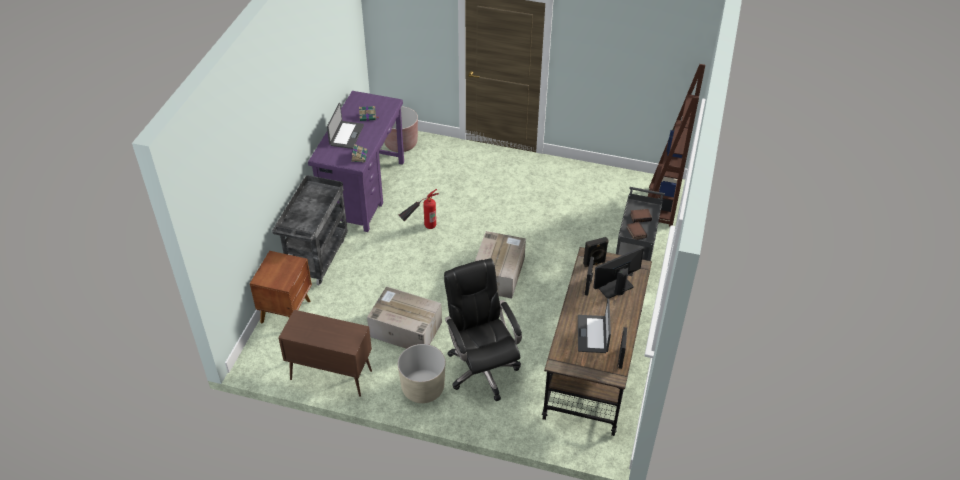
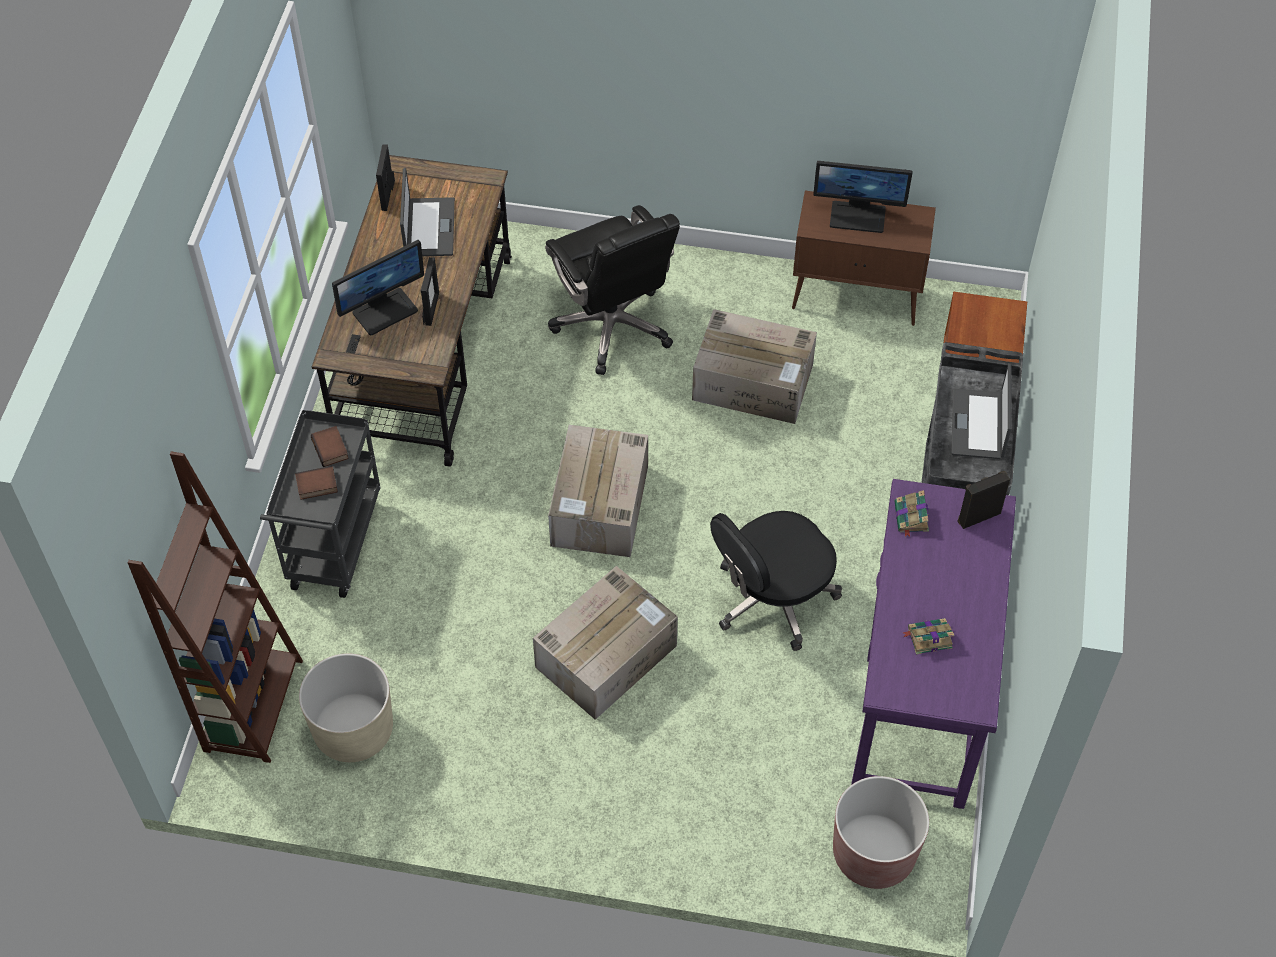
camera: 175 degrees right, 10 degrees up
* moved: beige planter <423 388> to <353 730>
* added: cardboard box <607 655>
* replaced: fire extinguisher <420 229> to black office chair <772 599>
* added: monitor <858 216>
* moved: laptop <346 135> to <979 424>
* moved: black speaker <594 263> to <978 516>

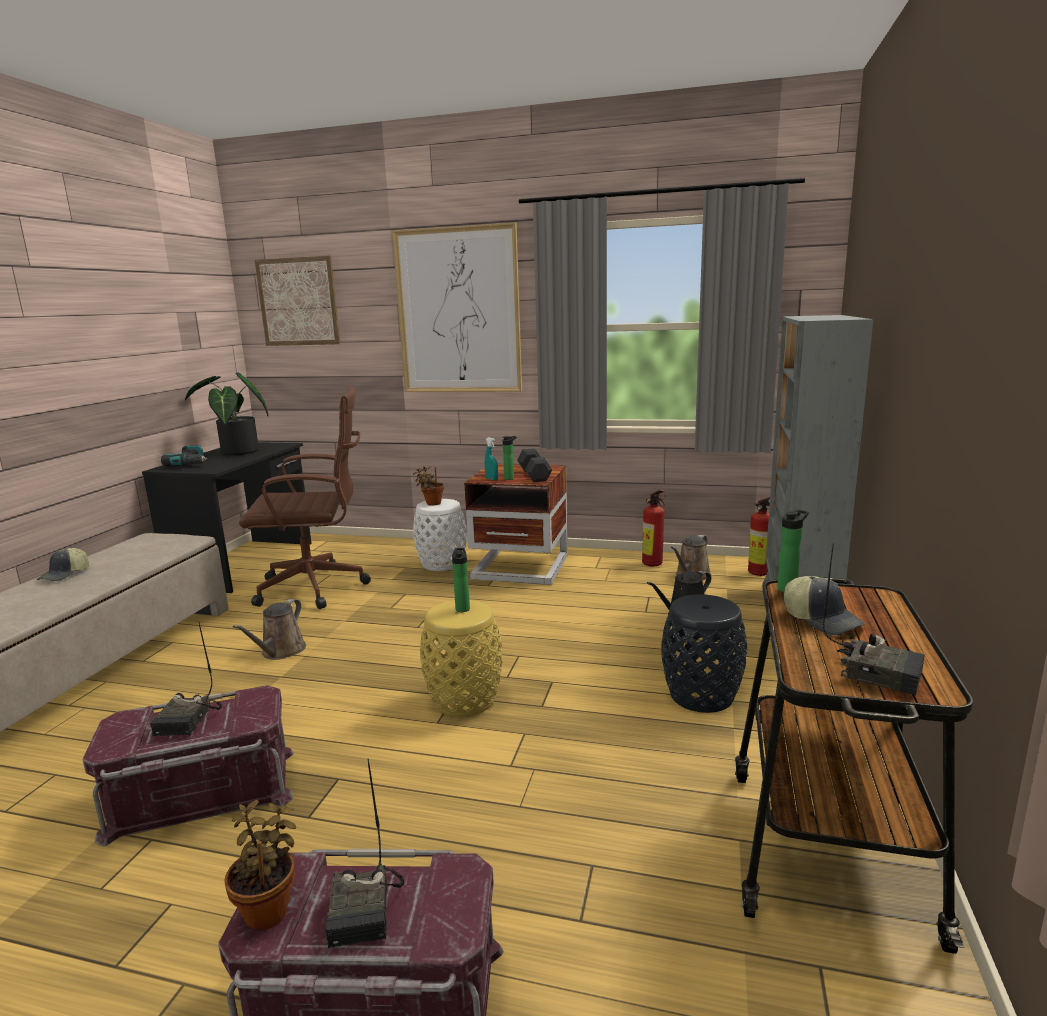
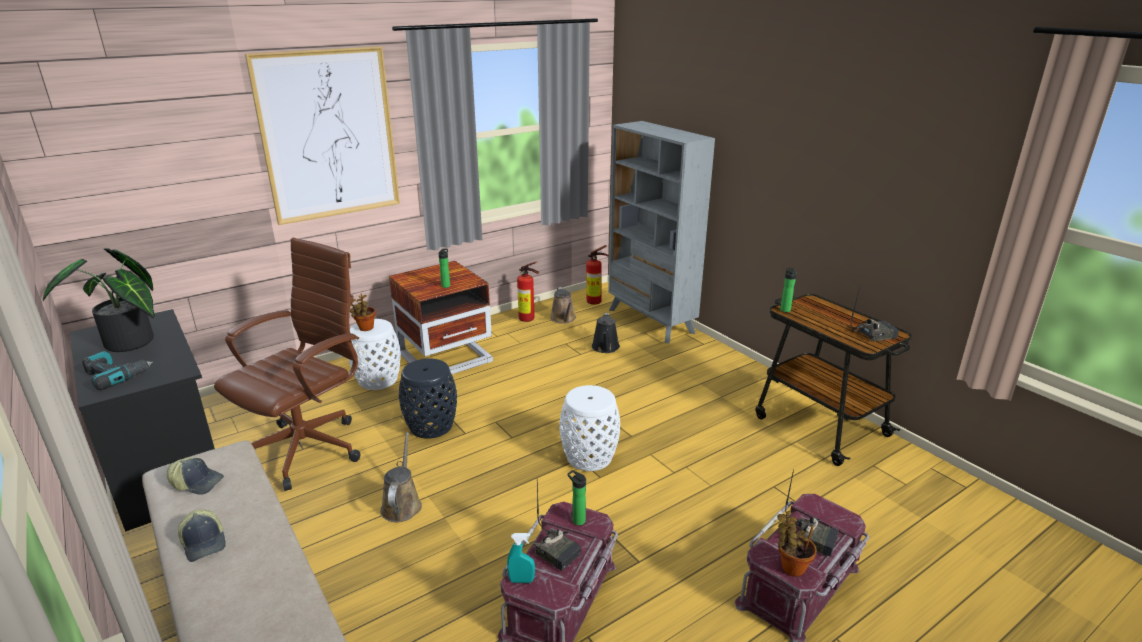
camera: 50 degrees left, 10 degrees up
* moved: cap <822 619> to <197 482>
* turned: brown watering can <280 652> = <402 505> 150 degrees counterclockwise
* moved: black stool <701 696> to <431 426>
* moved: turquoise spray bottle <491 479> to <521 580>
* recoloured: yellow stool <464 700> to white stool <589 457>
* moved: bottle <462 608> to <577 520>
* removed: picture <298 300>
* removed: black dumbbell <534 475>

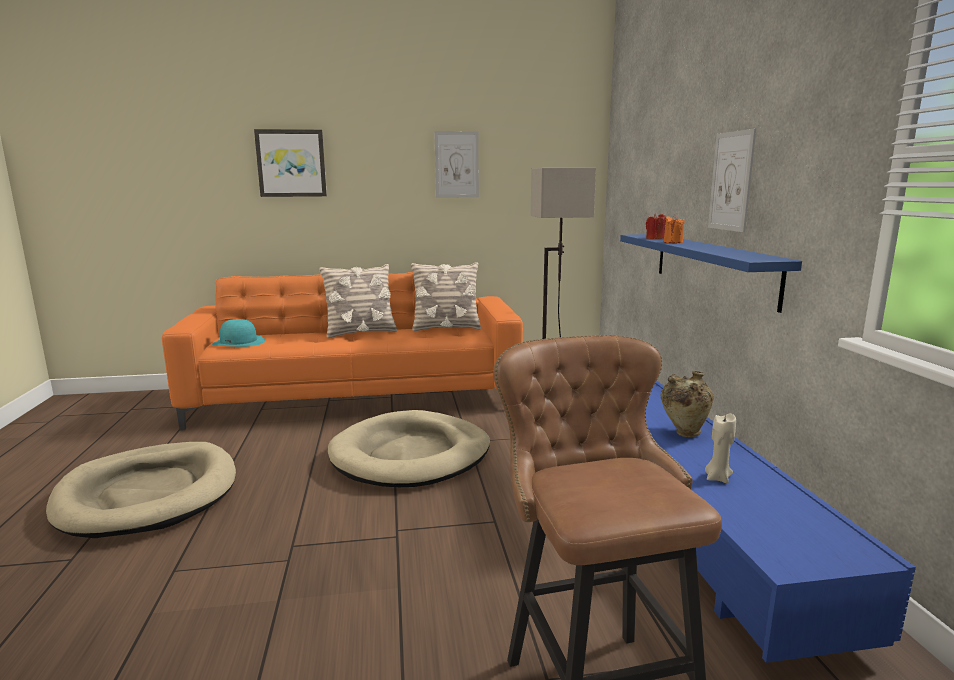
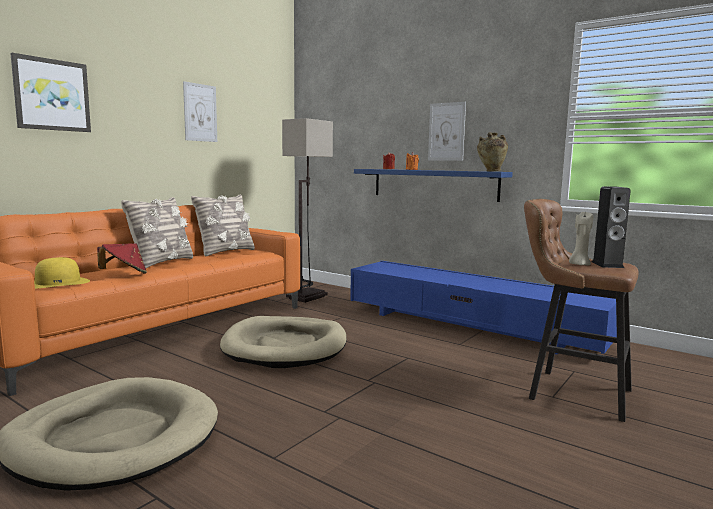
camera: 45 degrees left, 5 degrees down
* recoloured: turquoise hat <239 342> to yellow hat <58 283>
* added: red hat <125 274>
* moved: beige vase <683 433> to <491 171>
* moved: beige candle <717 478> to <579 264>
* added: speaker <607 264>

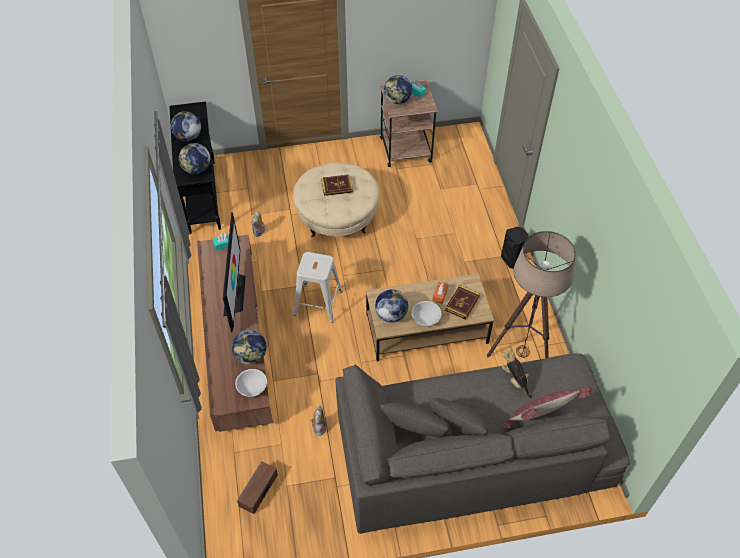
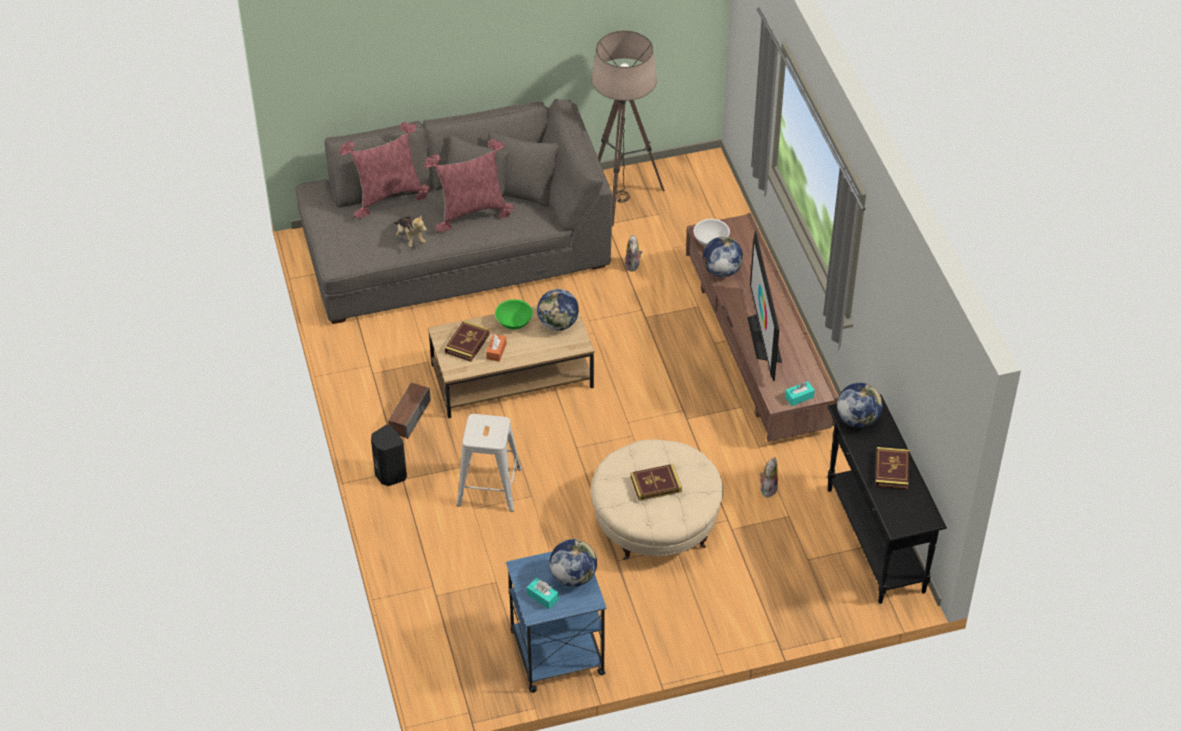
camera: 175 degrees right, 5 degrees down
* moved: speaker <259 490> to <409 416>
* added: red pillow <471 216>
* moved: white stool <318 303> to <489 487>
* recoloured: white bowl <426 319> to green bowl <513 322>
* recoloured: brown cart <406 149> to blue cart <556 653>
* moved: floor lamp <521 351> to <623 197>
* replaced: globe <188 137> to book <891 470>

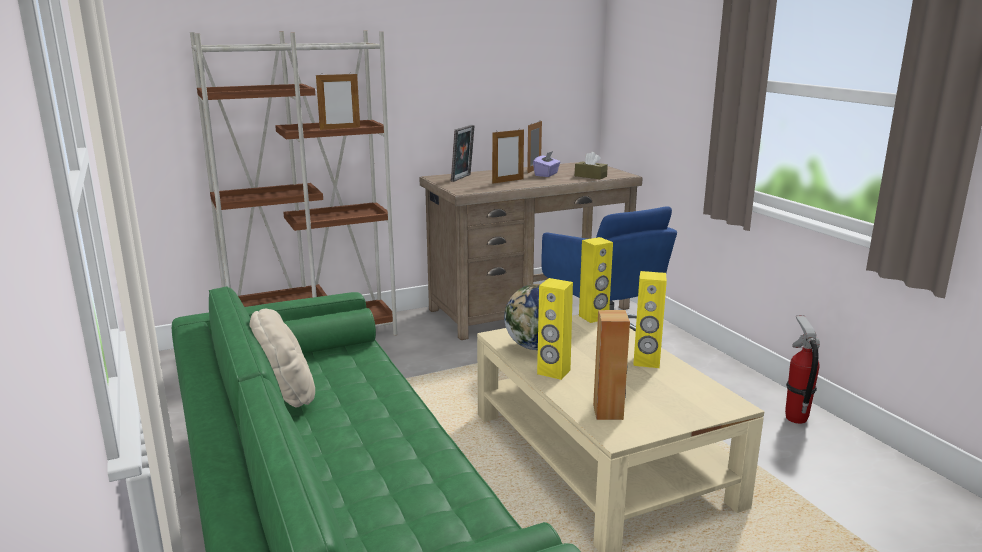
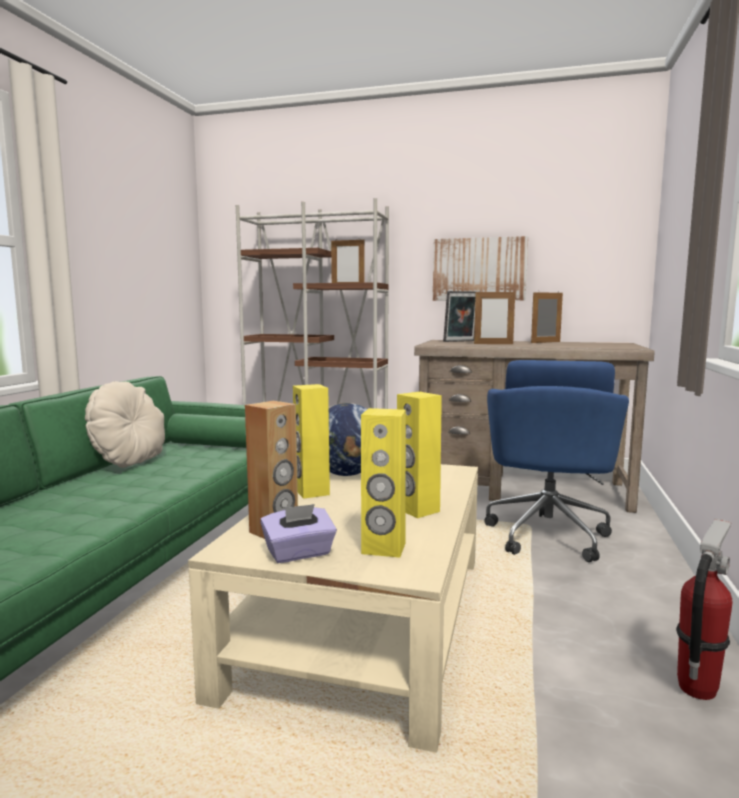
camera: 40 degrees right, 10 degrees down
* moved: purple tissue box <546 174> to <299 553>
* moved: yellow speaker <594 317> to <383 548>
* added: picture <479 269>
* removed: brown tissue box <590 176>

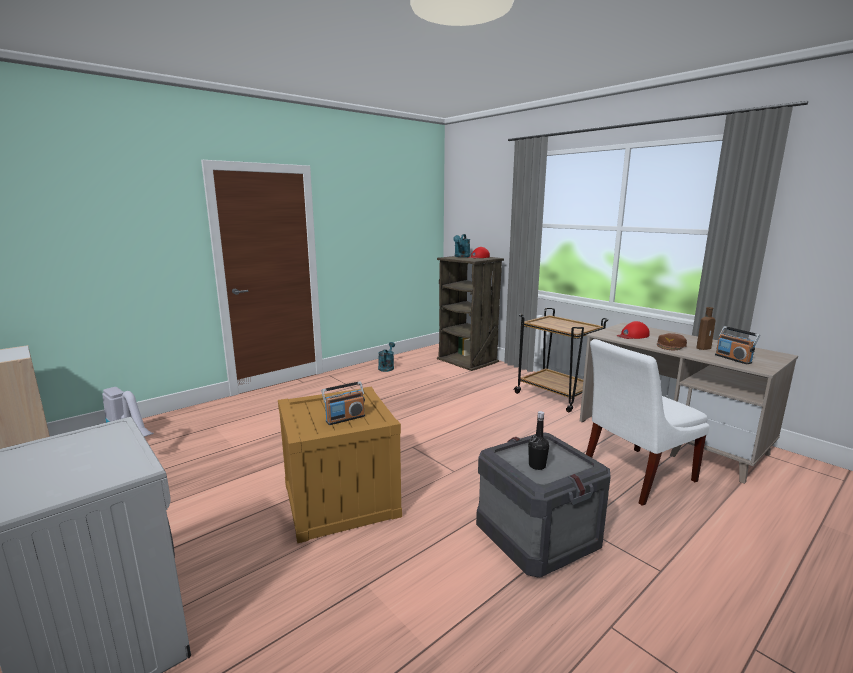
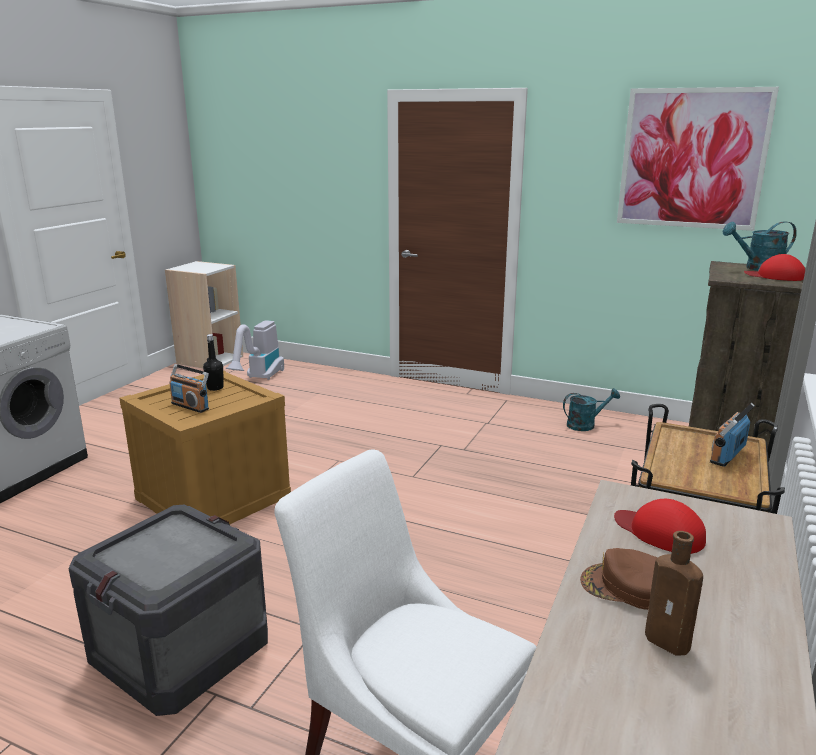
camera: 65 degrees right, 5 degrees up
* moved: black bottle <537 466> to <215 388>
* added: picture <692 159>
* moved: radio <733 359> to <727 455>

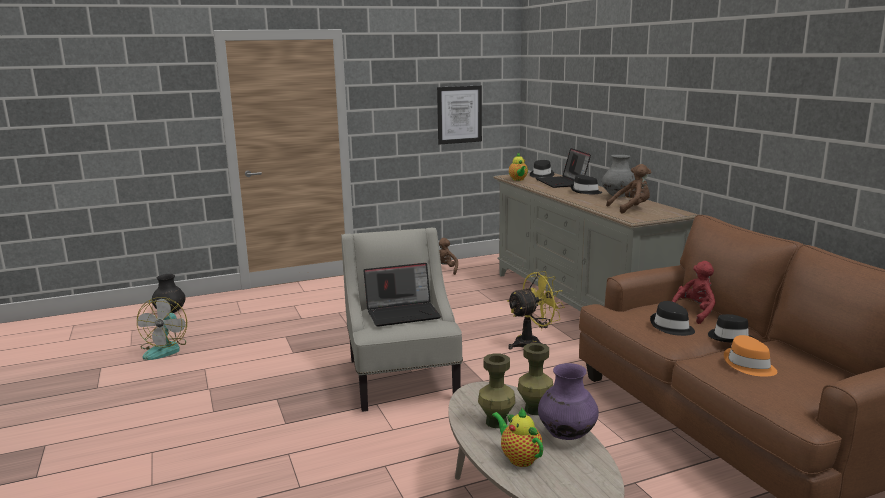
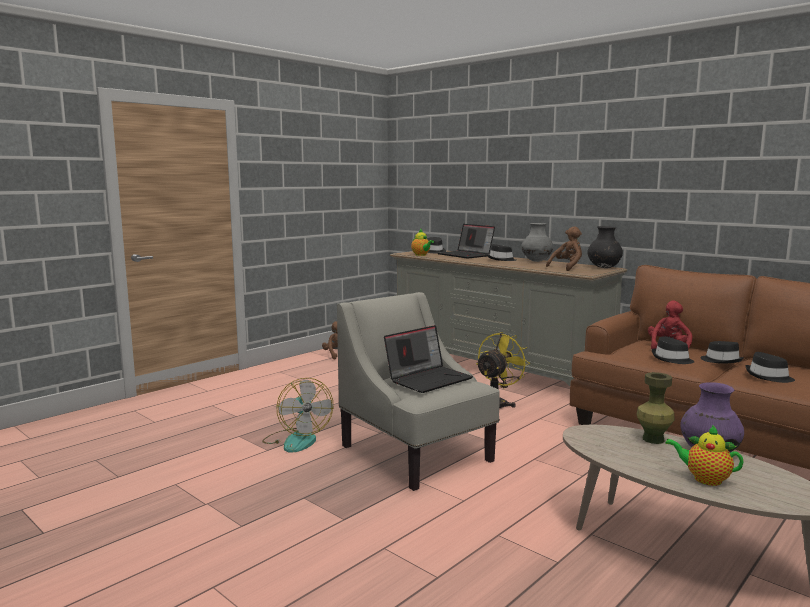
camera: 25 degrees left, 5 degrees down
* moved: fan <165 349> to <297 440>
* moved: black vase <170 312> to <604 267>
* recoloured: orange hat <749 365> to black hat <768 377>
* removed: picture <459 114>
* removed: green vase <496 422>

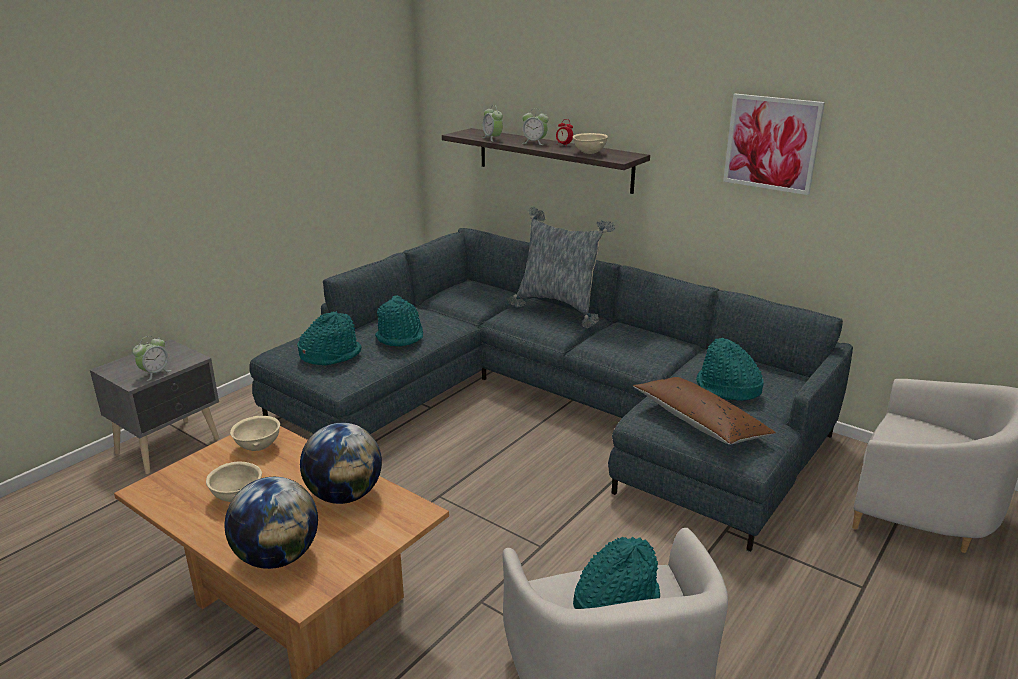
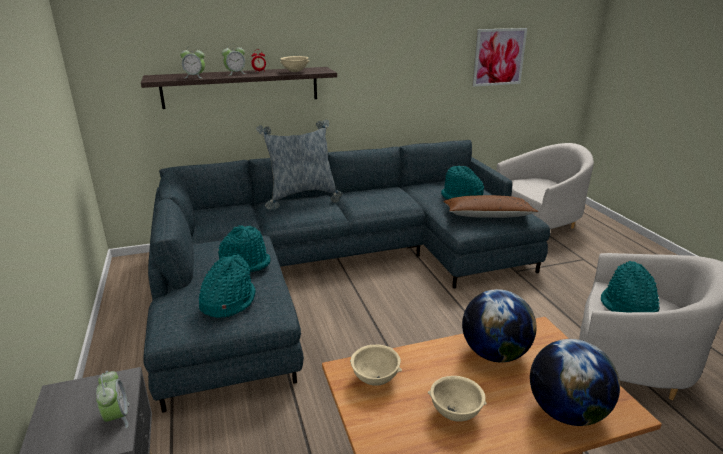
camera: 55 degrees left, 0 degrees up
* moved: picture <772 143> to <498 57>

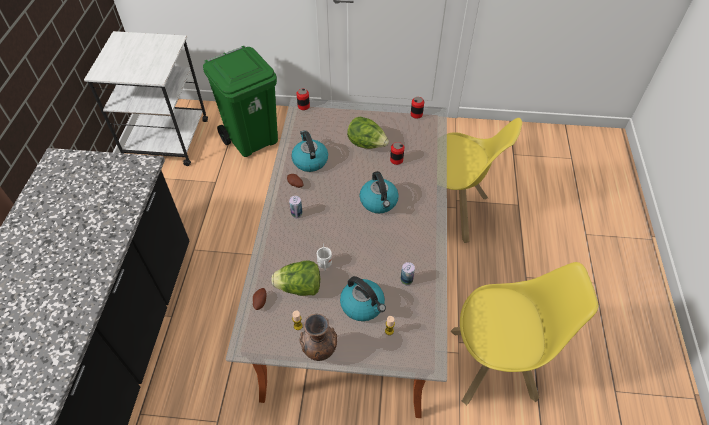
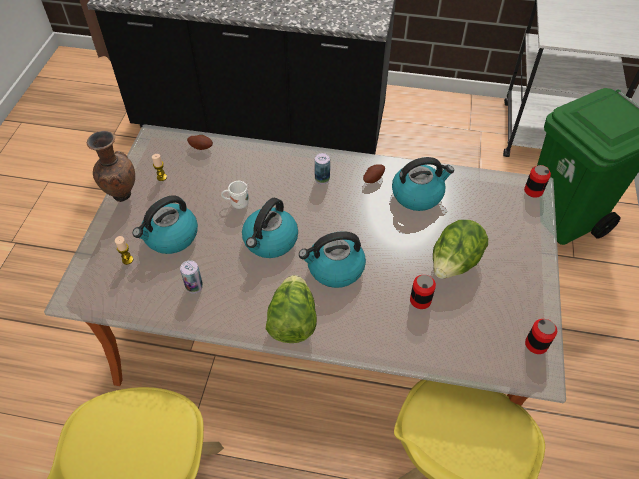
camera: 95 degrees right, 0 degrees up
* added: kettle <270 241>
* moved: lettuce <299 287> to <292 321>

